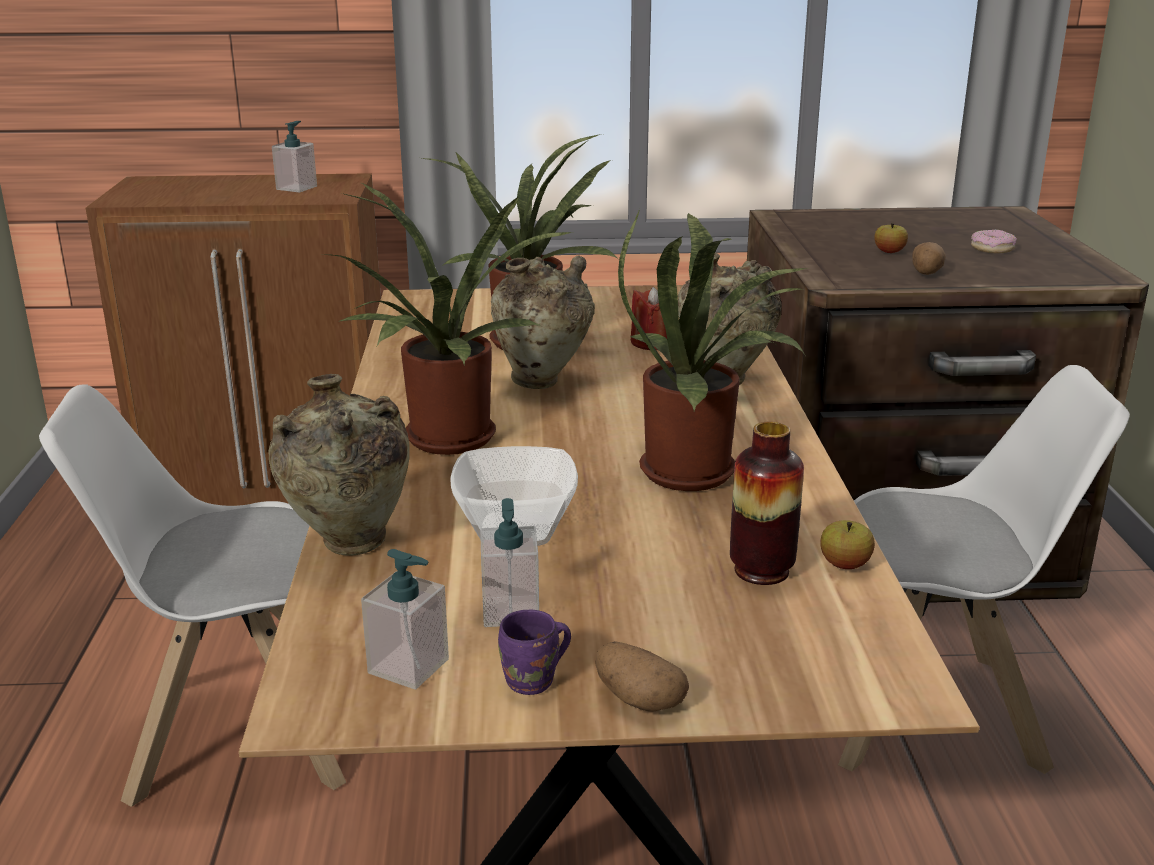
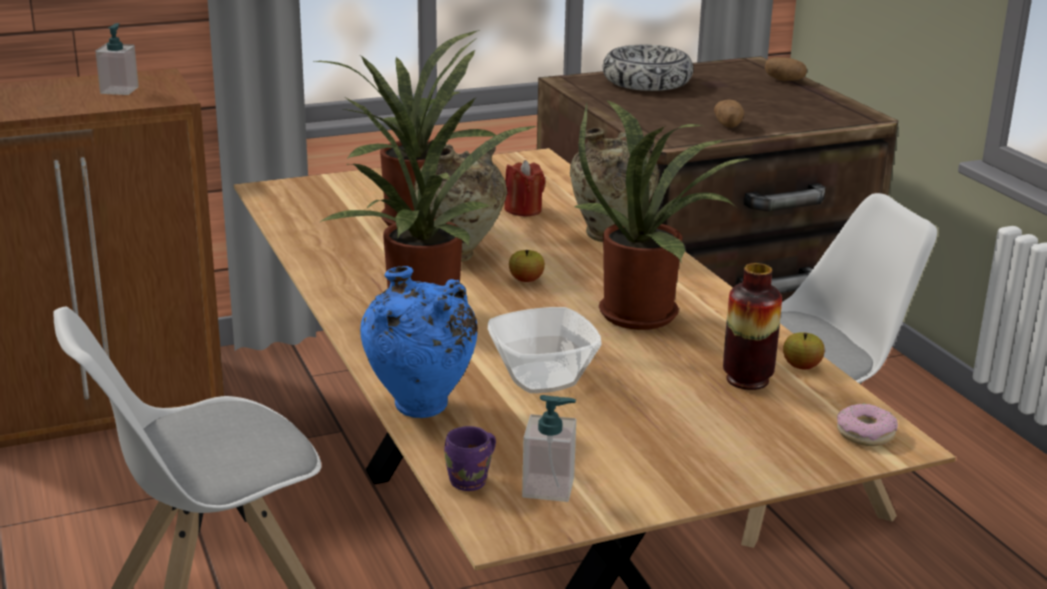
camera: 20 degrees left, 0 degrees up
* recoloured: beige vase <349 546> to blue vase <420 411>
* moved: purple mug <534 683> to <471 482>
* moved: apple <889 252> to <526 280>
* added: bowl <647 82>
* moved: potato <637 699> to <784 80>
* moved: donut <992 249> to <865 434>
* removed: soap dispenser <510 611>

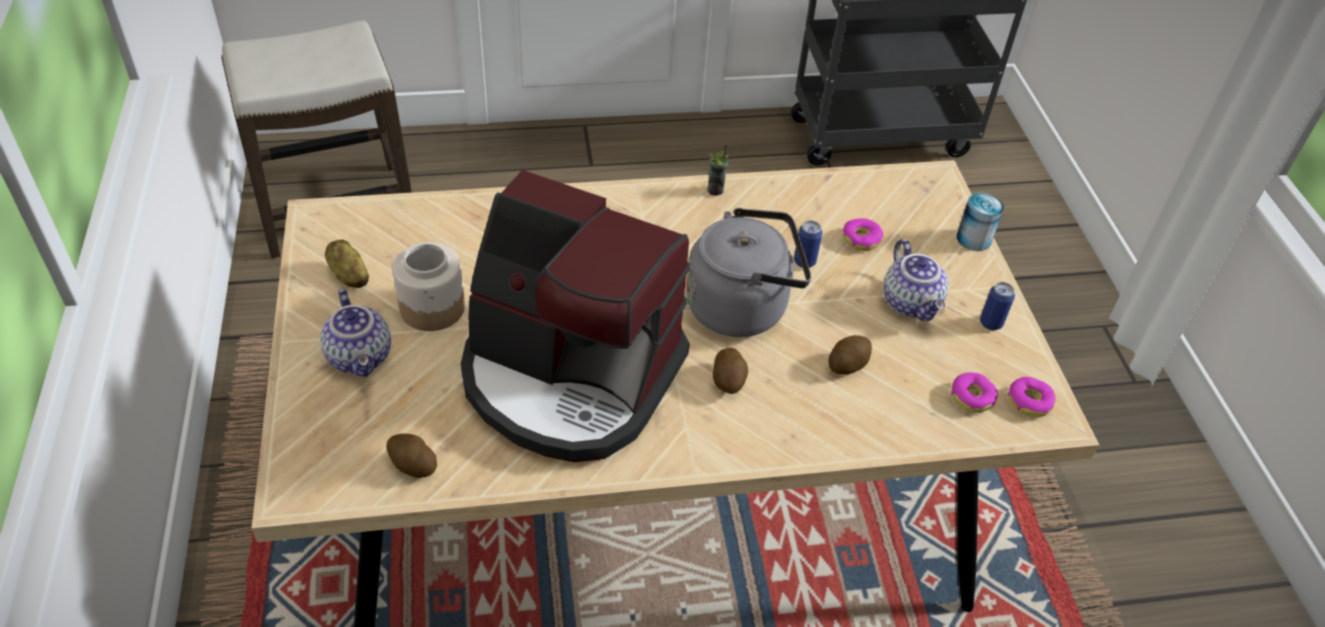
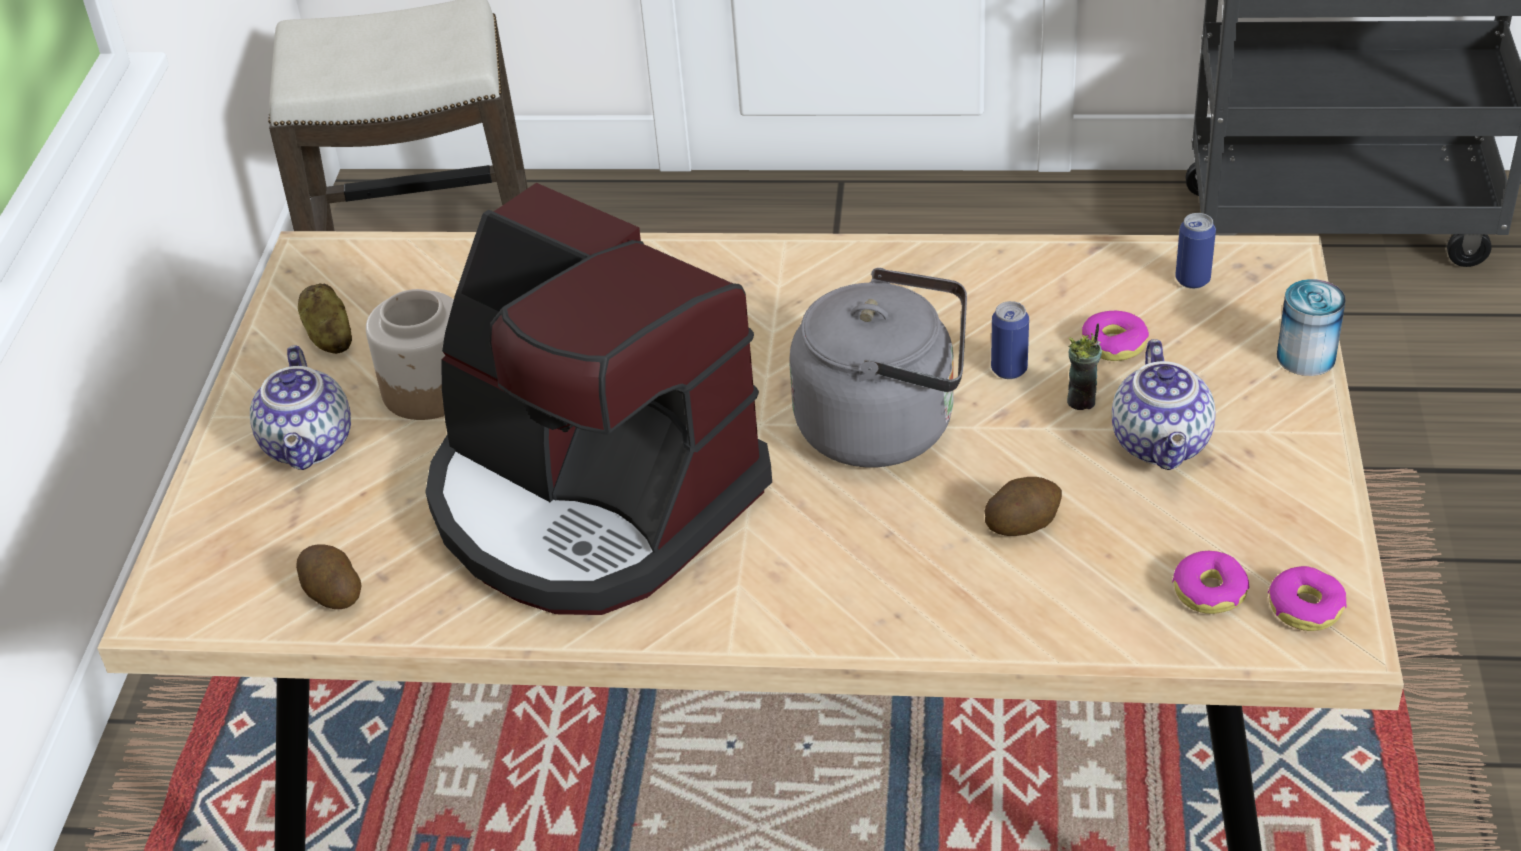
camera: 20 degrees right, 5 degrees down
* moved: cup <716 190> to <1082 401>
* moved: can <991 323> to <1192 280>
* removed: potato <729 381>

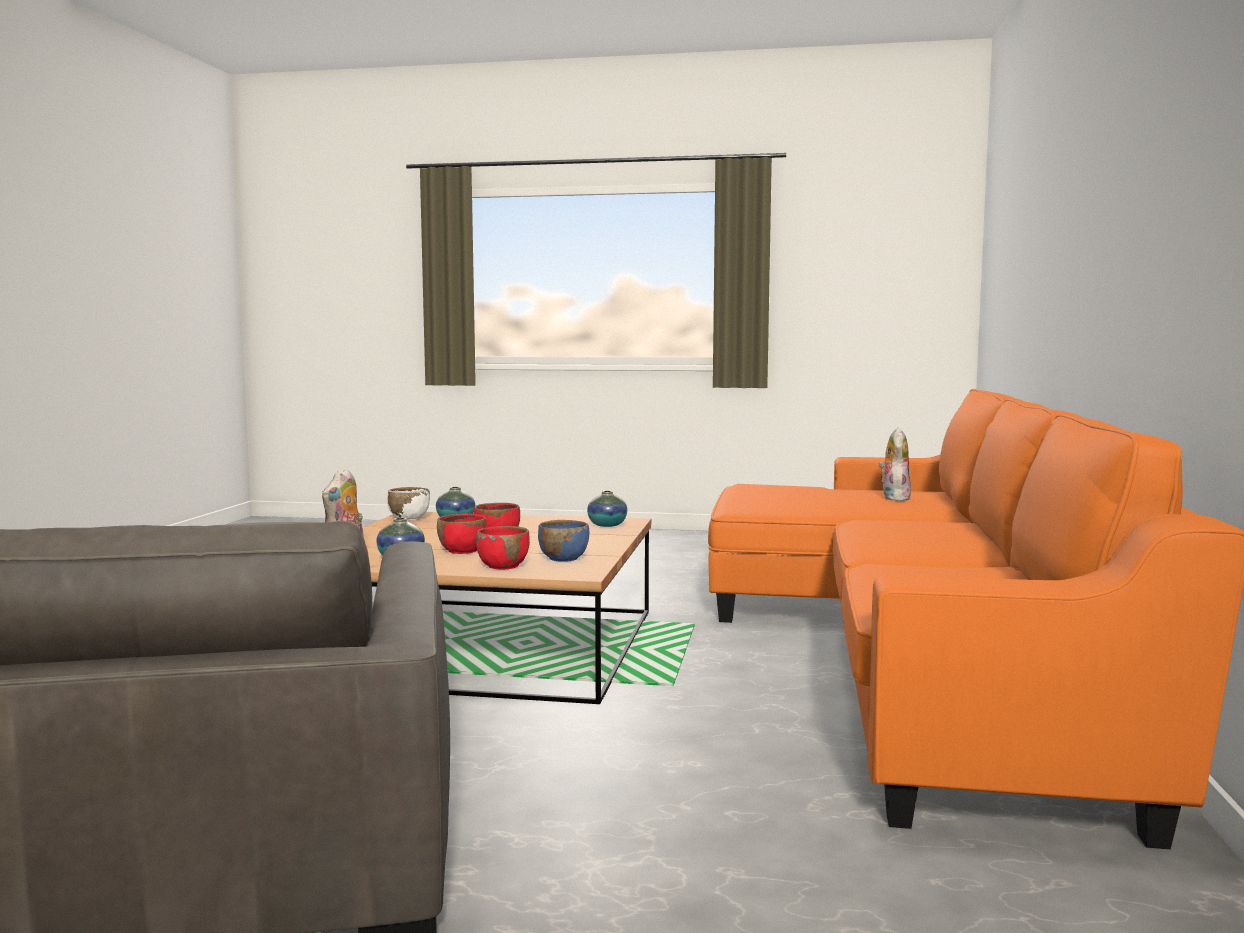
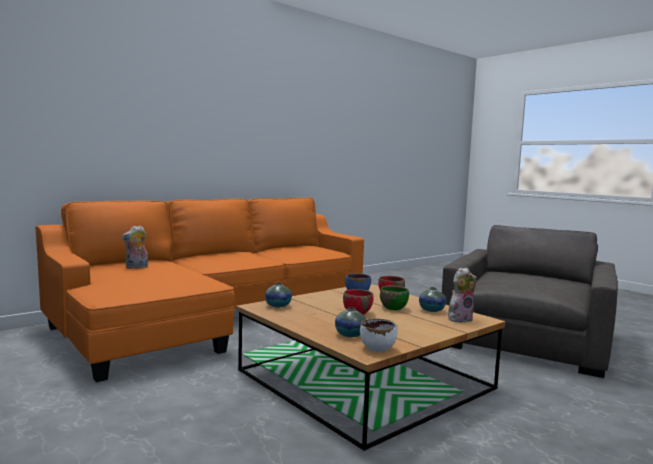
camera: 140 degrees left, 0 degrees up
* recoloured: red bowl <463 551> to green bowl <393 308>

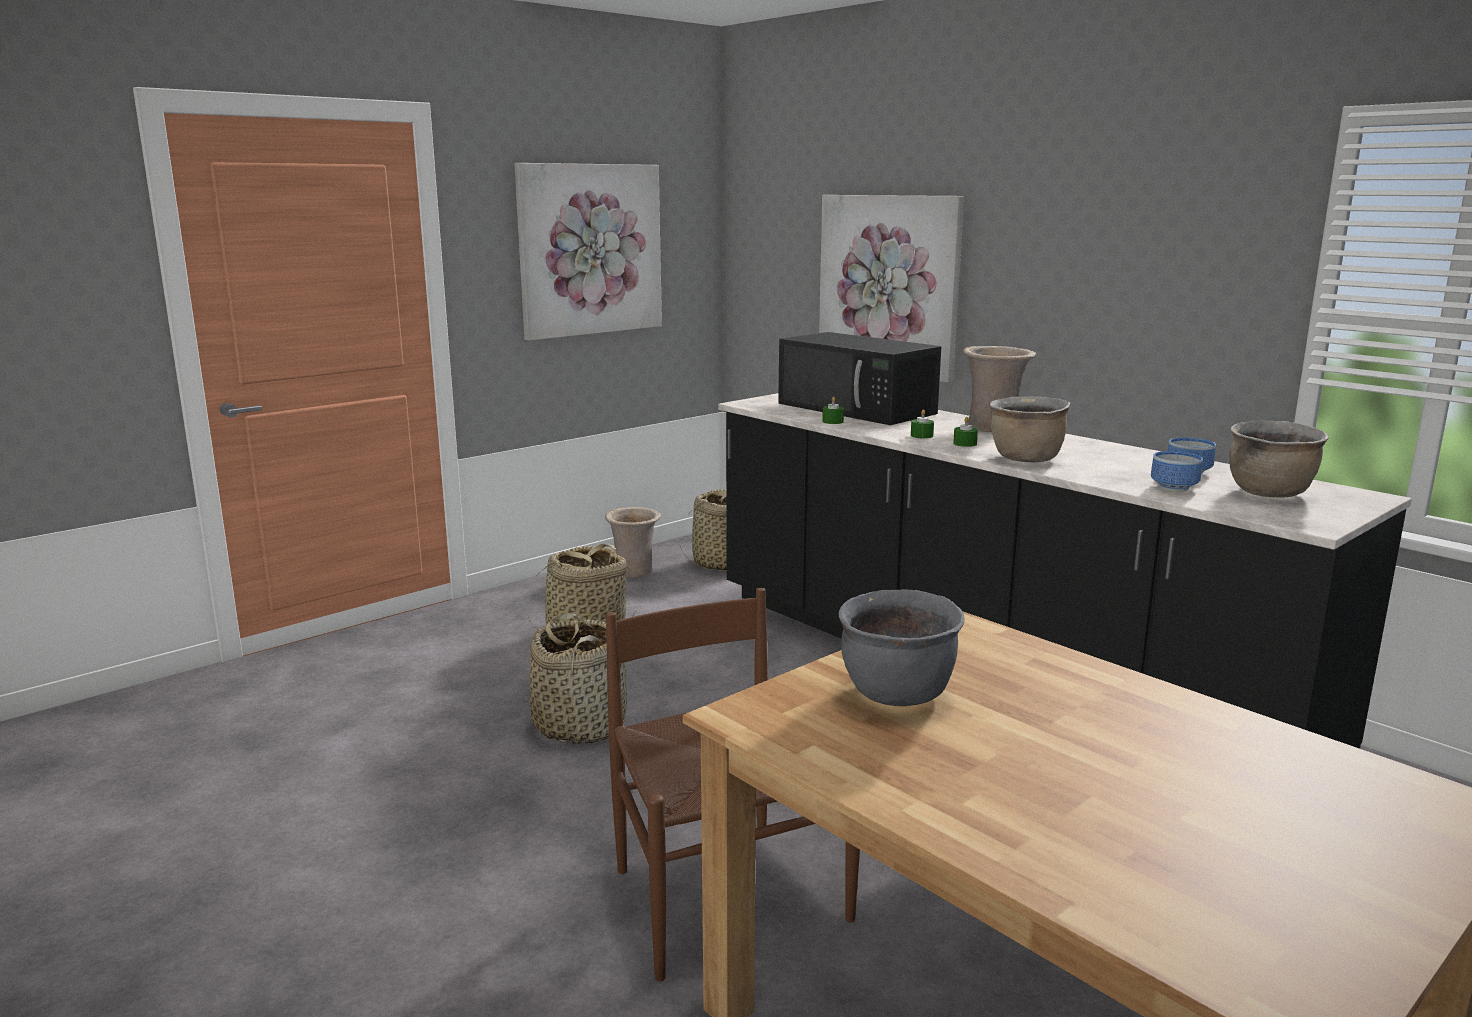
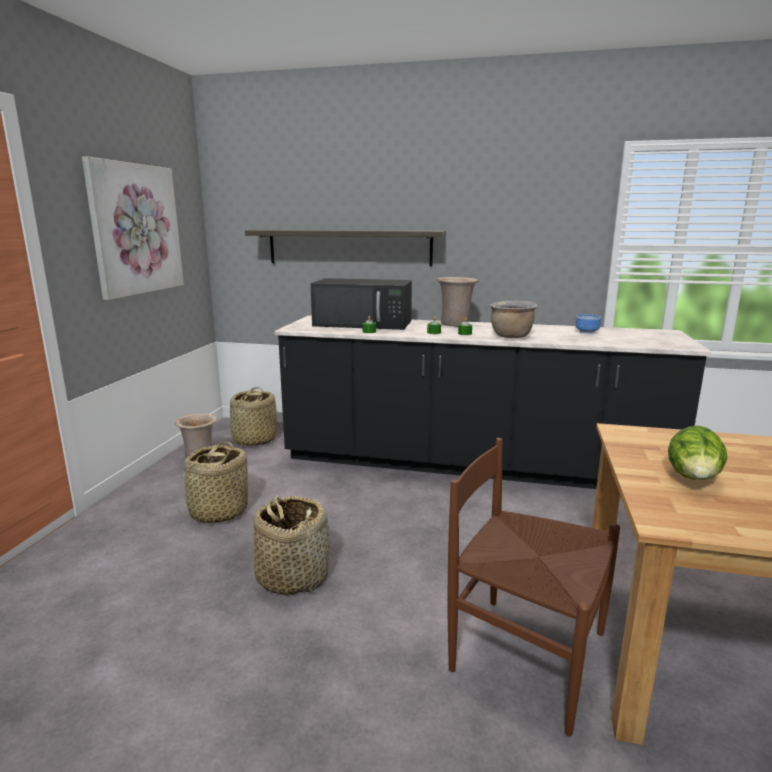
camera: 35 degrees left, 0 degrees up
* replaced: picture <888 285> to shelf <349 247>
* replaced: grey cooking pot <897 694> to lettuce <693 479>
* removed: bowl <1171 487>
* removed: brown cooking pot <1270 493>

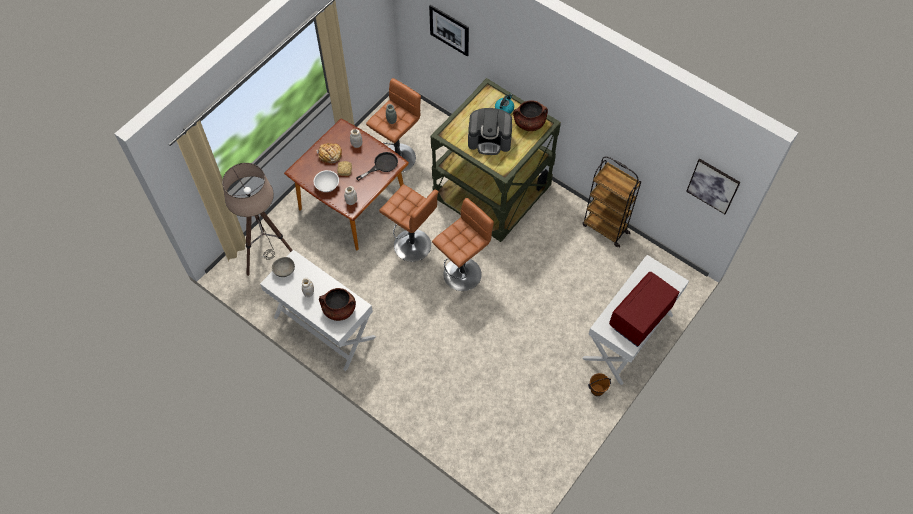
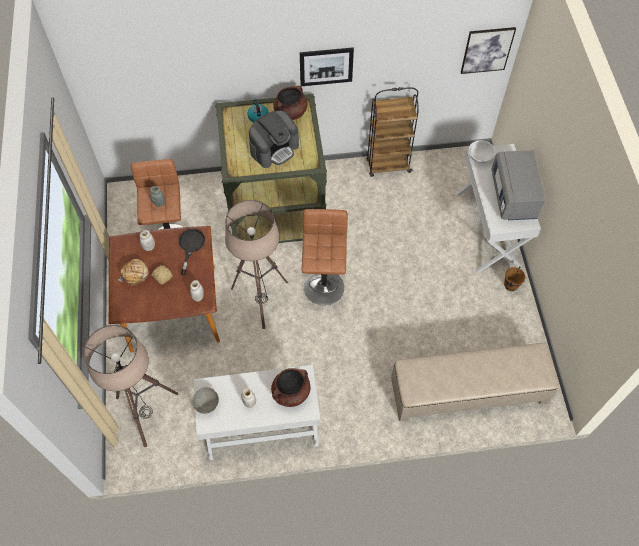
camera: 45 degrees left, 0 degrees up
* replaced: brown stool <412 246> to floor lamp <260 299>
* moved: picture <449 30> to <326 66>
* added: beige bench <468 390>
* moved: white bowl <327 185> to <480 156>
* recoloured: red microwave <641 317> to grey microwave <513 196>

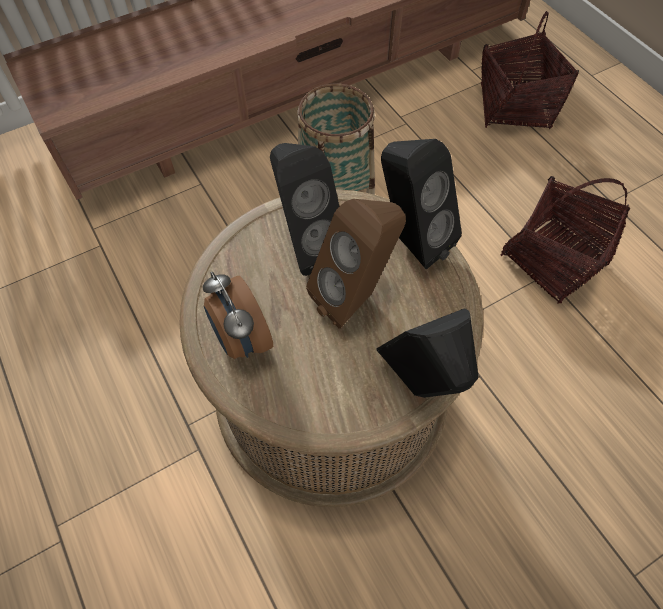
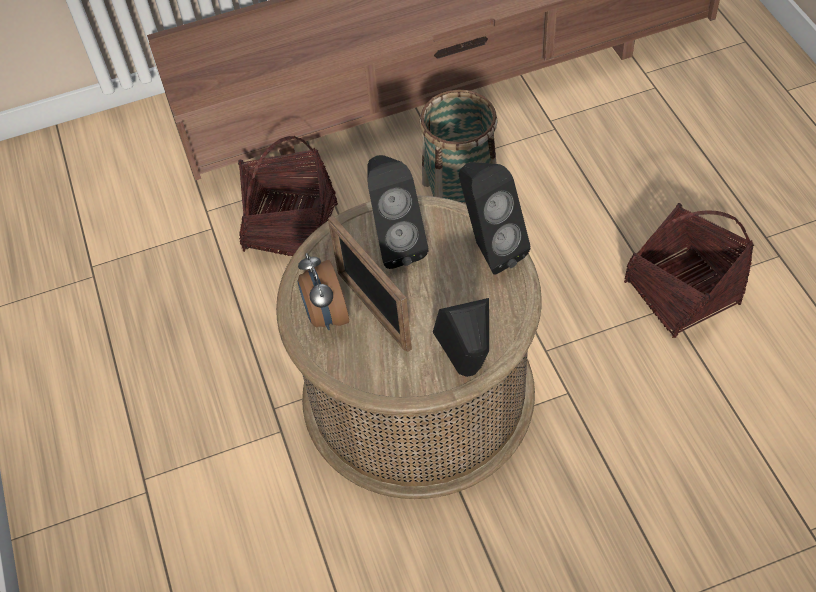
camera: 15 degrees right, 5 degrees down
* moved: basket <514 106> to <291 227>
* added: picture frame <373 310>
* removed: brown speaker <356 297>

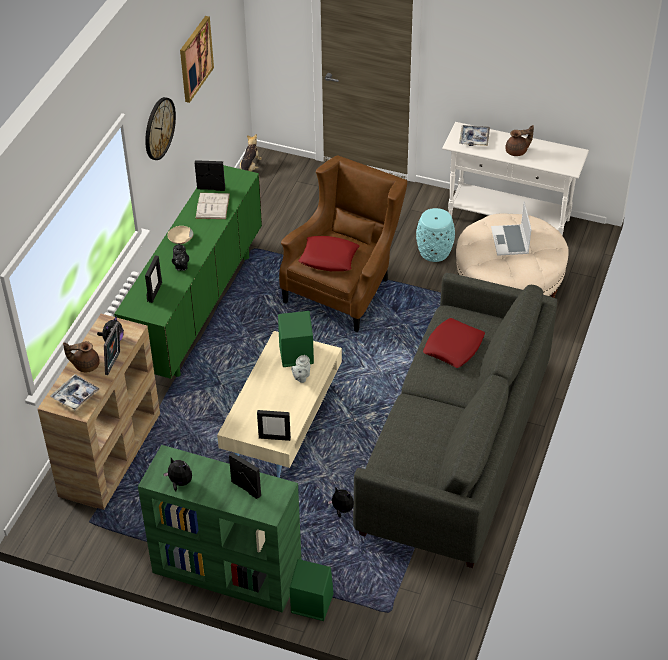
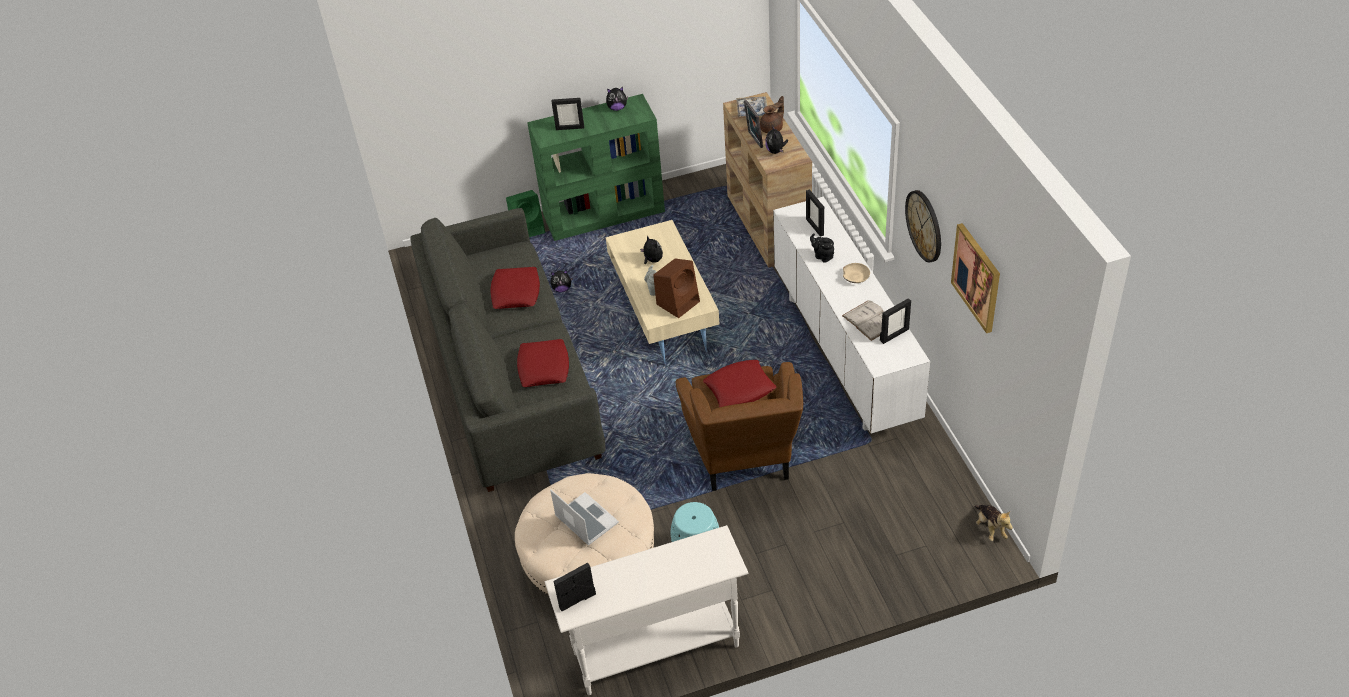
camera: 145 degrees right, 0 degrees up
* added: red pillow <515 292>
* moved: picture frame <274 437> to <577 601>
* added: plush toy <652 260>
* recoloured: green speaker <295 355> to brown speaker <678 302>
* recoloured: green cabinet <196 309> to white cabinet <845 356>
* removed: tray <474 138>
* removed: brown teapot <517 151>

